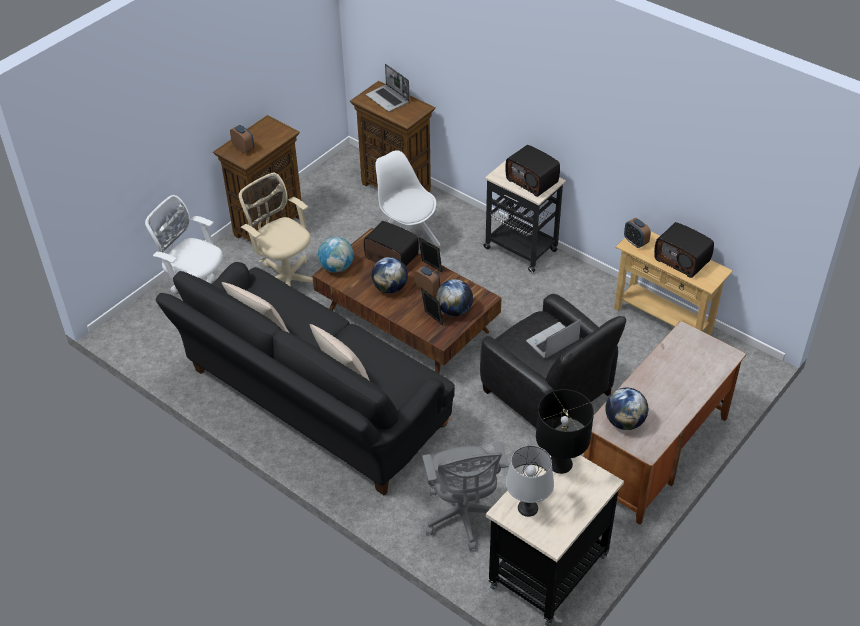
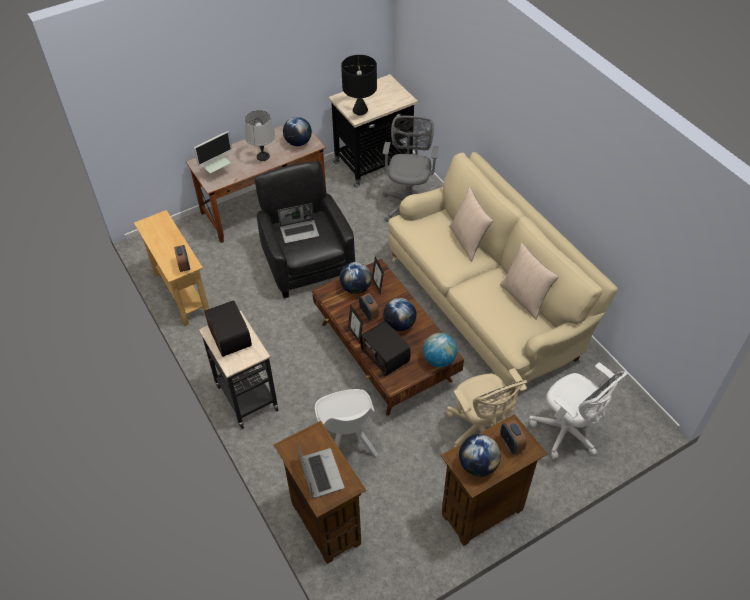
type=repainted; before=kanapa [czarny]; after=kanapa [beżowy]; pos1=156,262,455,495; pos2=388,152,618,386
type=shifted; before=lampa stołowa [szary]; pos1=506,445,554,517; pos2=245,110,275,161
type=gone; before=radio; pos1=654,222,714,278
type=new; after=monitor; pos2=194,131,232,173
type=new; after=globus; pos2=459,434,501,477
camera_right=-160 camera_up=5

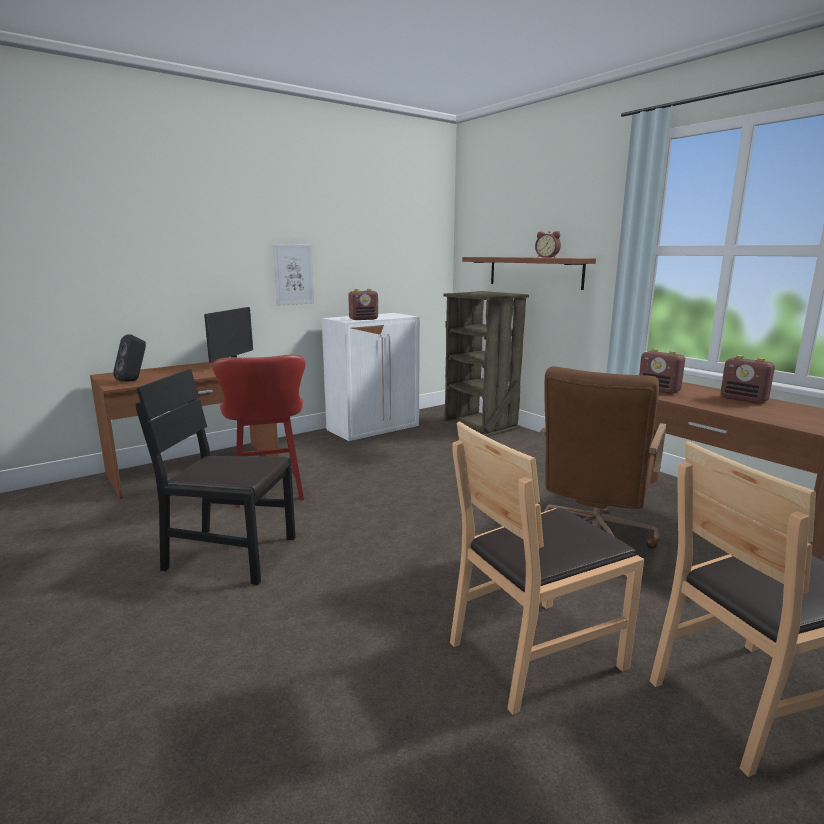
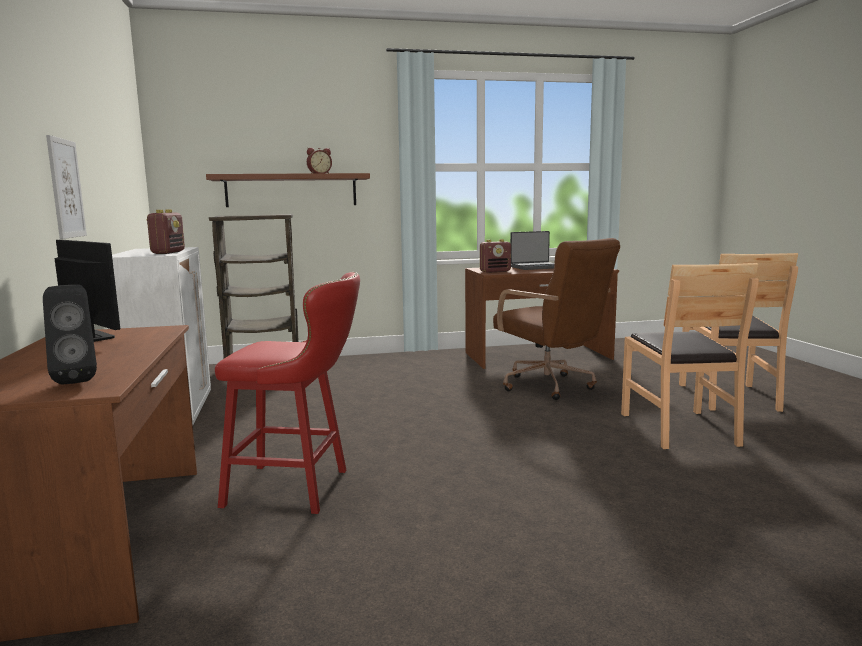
type=gone; before=krzesło [czarny]; pos1=136,369,296,585
type=swapped; before=radio; after=laptop; pos1=720,355,775,404; pos2=510,231,554,270
camera_right=-65 camera_up=-5

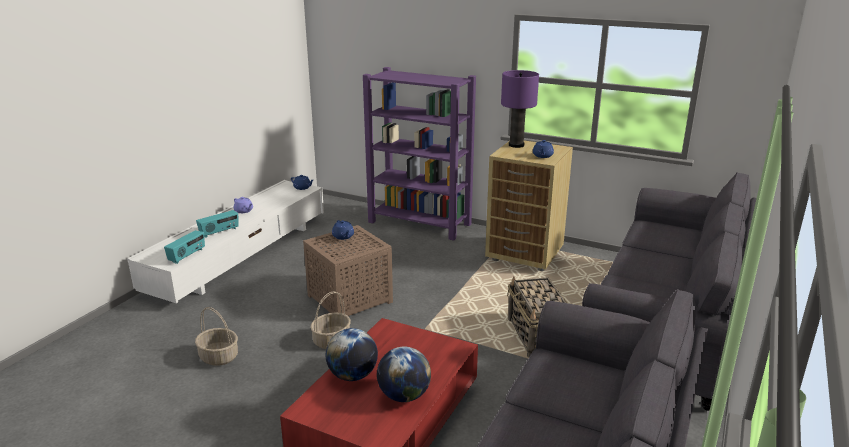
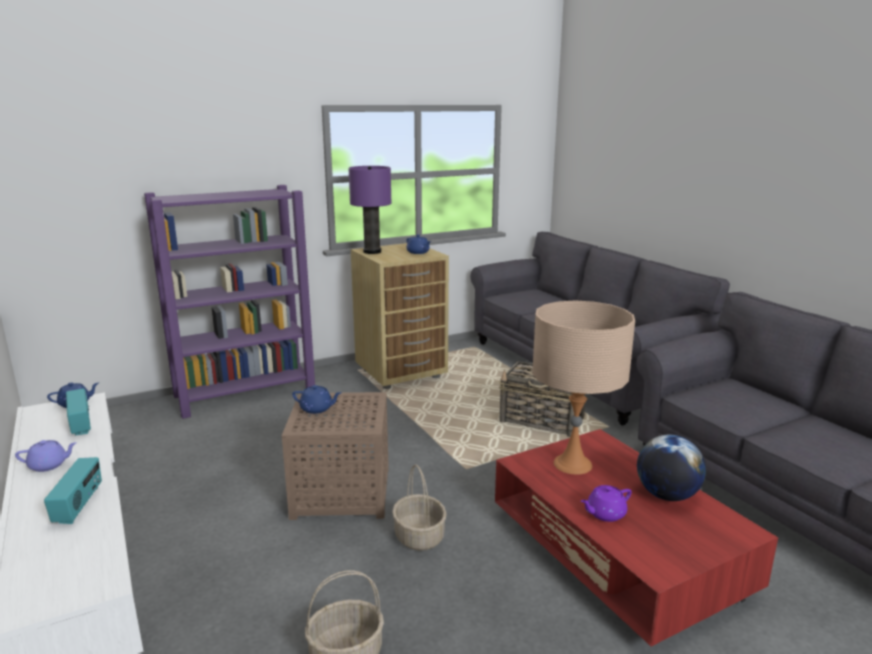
type=shifted; before=radio; pos1=164,230,205,264; pos2=66,388,91,435
type=swapped; before=globus; after=imbryk [fioletowy]; pos1=326,328,378,381; pos2=581,485,632,522
type=new; after=lampa stołowa [beżowy]; pos2=532,301,635,475
camera_right=-55 camera_up=-5

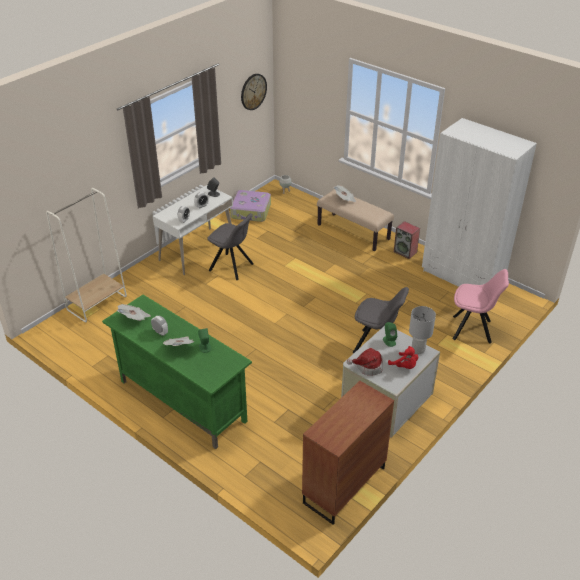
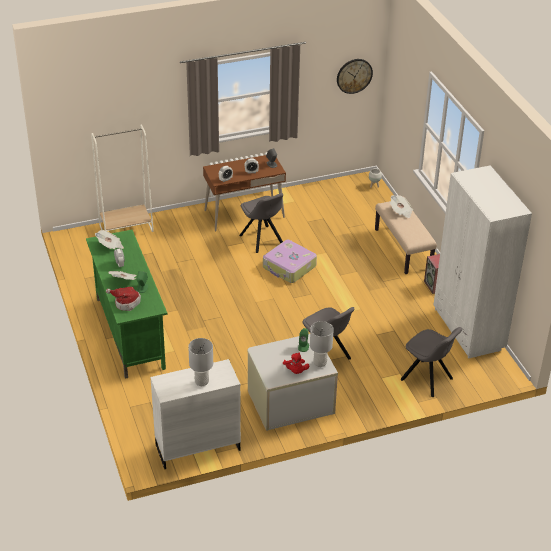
type=repainted; before=biurko [biały]; after=biurko [brązowy]; pos1=153,185,233,275; pos2=203,155,286,232
type=shifted; before=walizka; pos1=230,190,271,222; pos2=263,240,317,283
type=repainted; before=komoda [brązowy]; after=komoda [biały]; pos1=302,381,394,525; pos2=150,359,241,469
type=shifted; before=kapelusz; pos1=347,348,383,376; pos2=106,287,141,311
type=repainted; before=krzesło [różowy]; after=krzesło [szary]; pos1=453,269,509,343; pos2=401,327,462,397
type=new; after=lampa stołowa [szary]; pos2=188,338,213,386
camera_right=30 camera_up=0

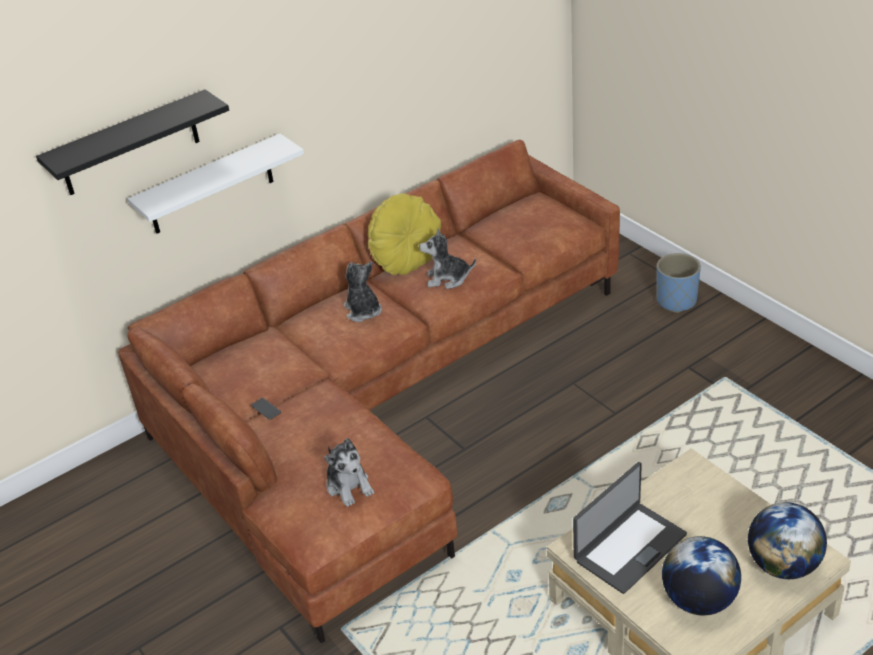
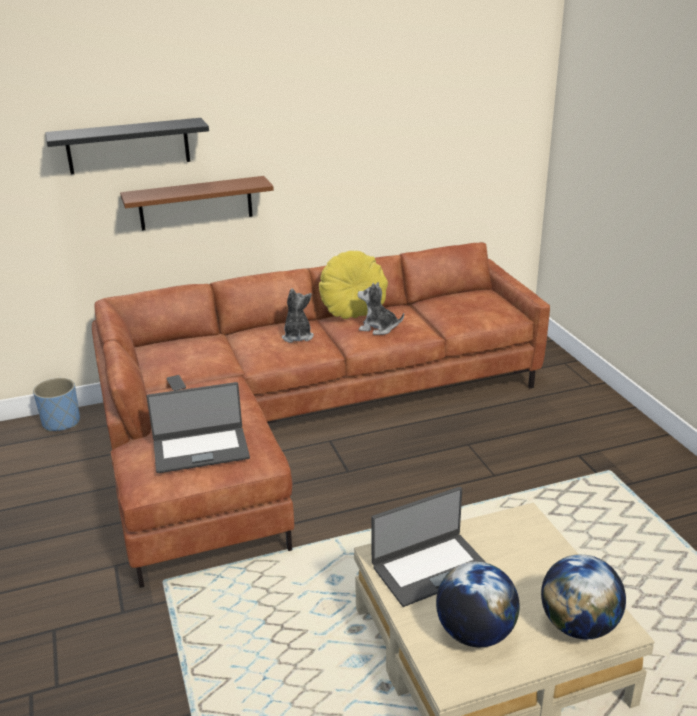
type=repainted; before=półka [biały]; after=półka [brązowy]; pos1=127,134,304,234; pos2=120,176,274,231
type=swapped; before=pluszak; after=laptop; pos1=324,438,374,507; pos2=147,382,250,473
type=shifted; before=donica [niebieski]; pos1=657,253,701,313; pos2=33,378,80,432
camera_right=15 camera_up=-10

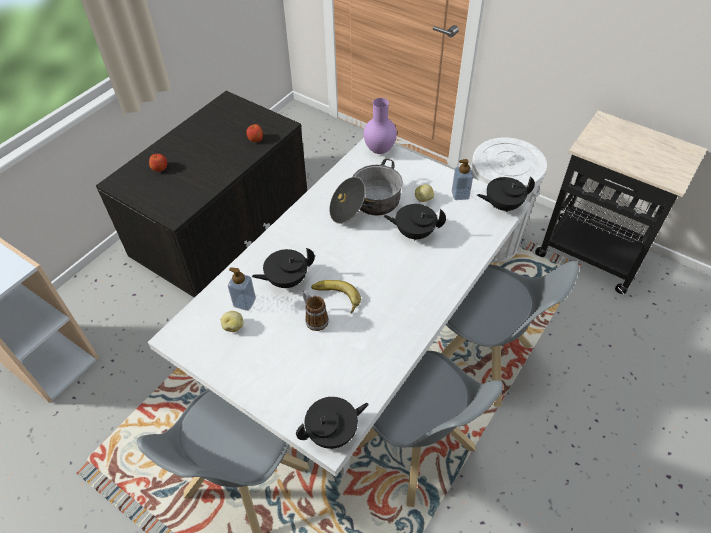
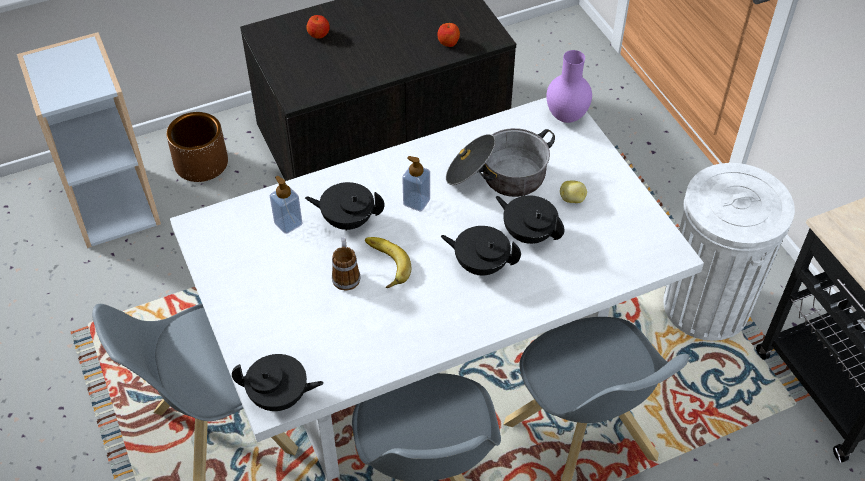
type=gone; before=ziemniak; pos1=221,311,243,332
type=shifted; before=dozownik mydła; pos1=452,159,473,200; pos2=402,156,430,211
type=shifted; before=imbryk [czarny]; pos1=477,177,535,212; pos2=441,226,521,276
type=new; after=donica [brązowy]; pos2=166,112,228,182
camera_right=30 camera_up=0

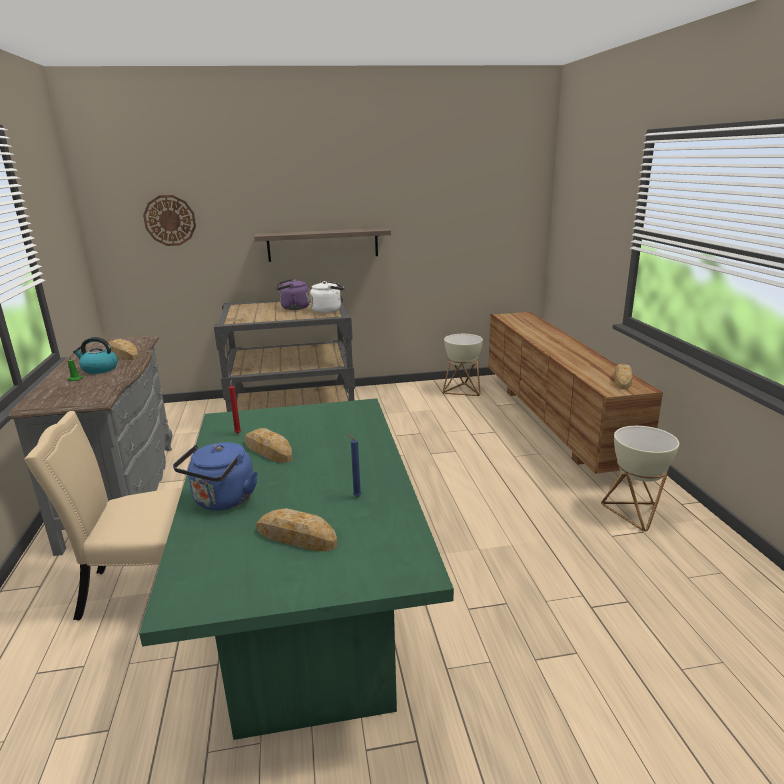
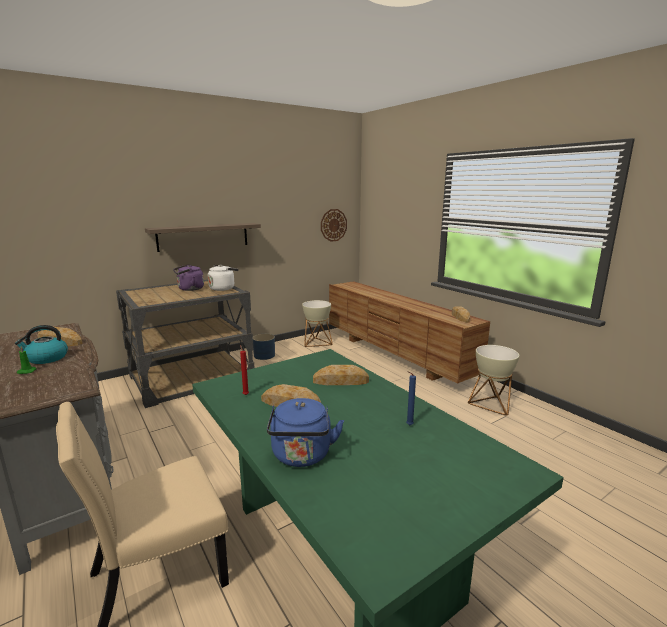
type=shifted; before=zegar ścienny; pos1=143,195,196,246; pos2=321,209,347,242
type=shifted; before=chleb; pos1=256,508,337,551; pos2=313,365,369,385
type=new; after=donica [niebieski]; pos2=253,334,275,360
camera_right=-25 camera_up=-5

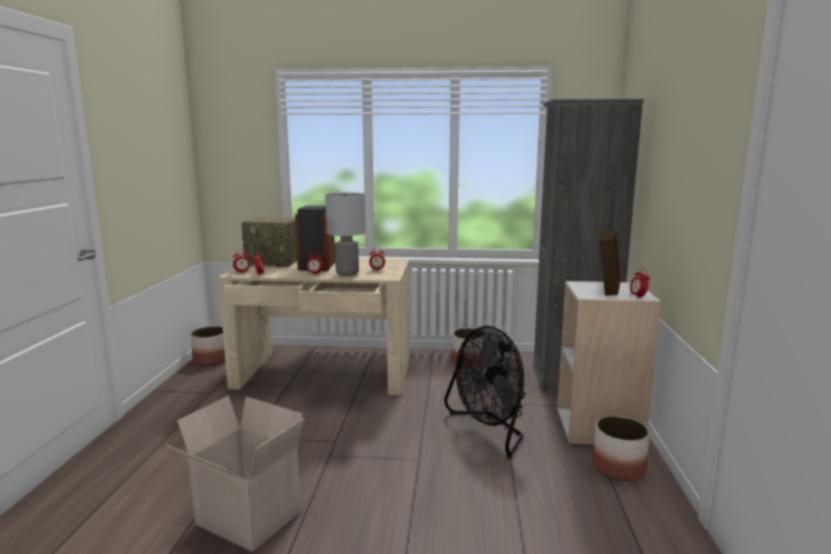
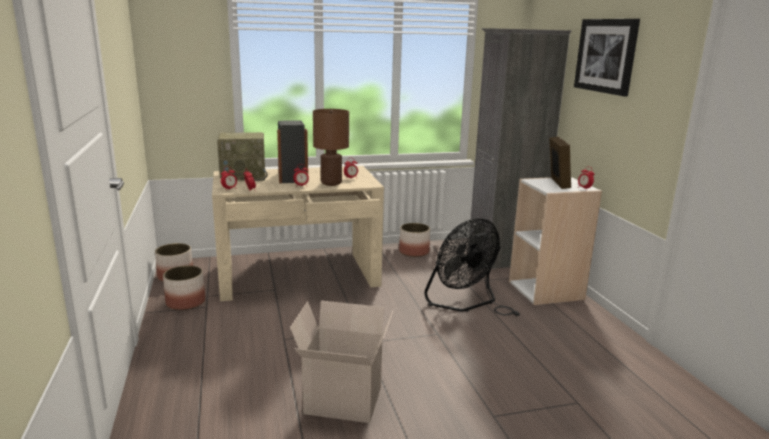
type=repainted; before=lampa stołowa [szary]; after=lampa stołowa [brązowy]; pos1=325,193,366,276; pos2=313,109,349,186
type=rotated; before=wentylator [czarny]; pos1=444,326,526,459; pos2=425,219,520,316; turn=105
type=shifted; before=donica; pos1=592,416,650,481; pos2=163,265,205,310
type=new; after=obraz; pos2=574,19,640,97
camera_right=-20 camera_up=5

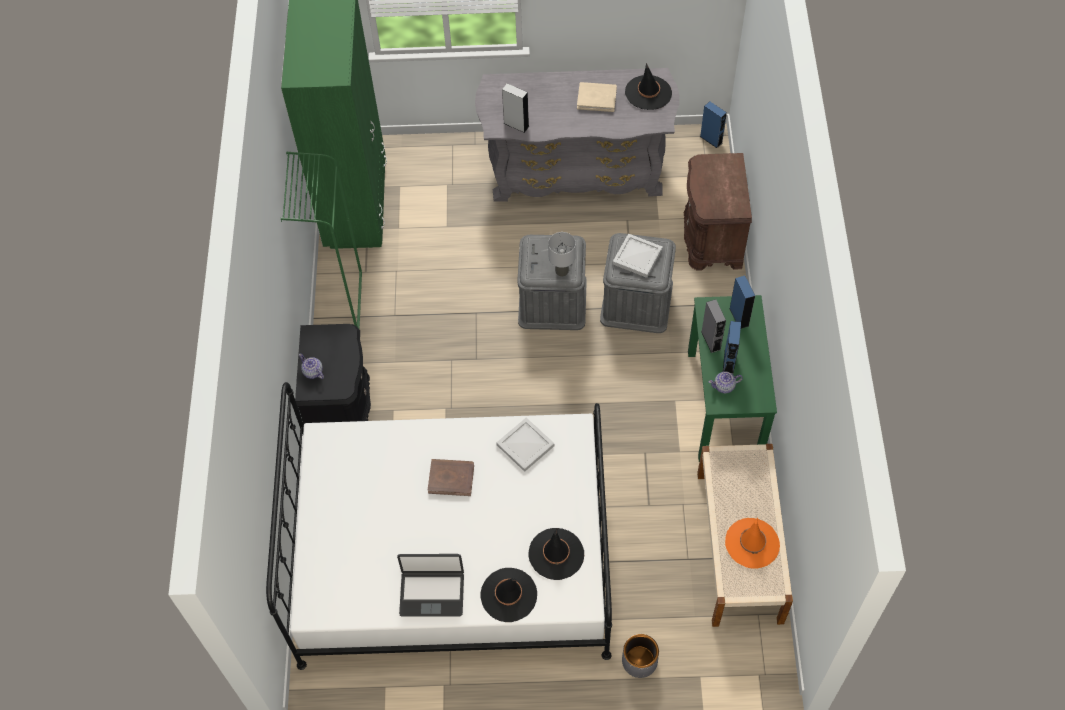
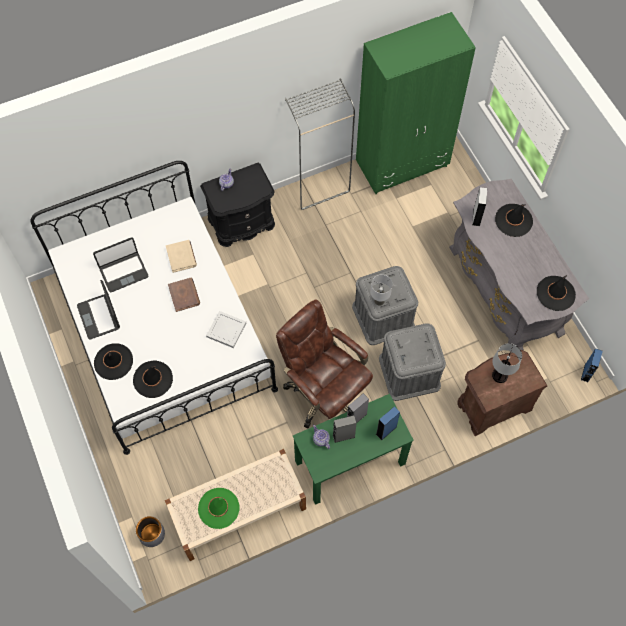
type=repainted; before=wieszak [zielony]; after=wieszak [szary]; pos1=281,151,362,329; pos2=285,78,355,210
type=shifted; before=książka [beżowy]; pos1=577,82,617,112; pos2=166,240,197,273
type=gone; before=taca [biały]; pos1=613,233,663,278
type=shifted; before=donica [szary]; pos1=622,634,659,678; pos2=135,516,165,547
type=repainted; before=głośnik [niebieski]; after=głośnik [szary]; pos1=723,321,741,374; pos2=333,415,357,443
type=repainted; before=kapelusz [pomarańczowy]; after=kapelusz [zielony]; pos1=725,518,780,569; pos2=198,488,239,529
type=new; after=laptop; pos2=93,237,148,292
type=new; after=krzesło biurowe [brązowy]; pos2=276,299,373,428
type=new; after=lampa stołowa; pos2=492,343,522,383
type=new; after=kapelusz [czarny]; pos2=495,204,533,237
camera_right=65 camera_up=5

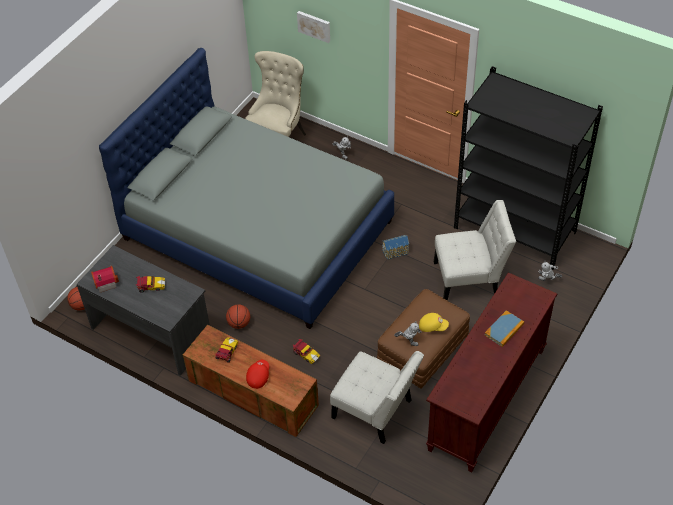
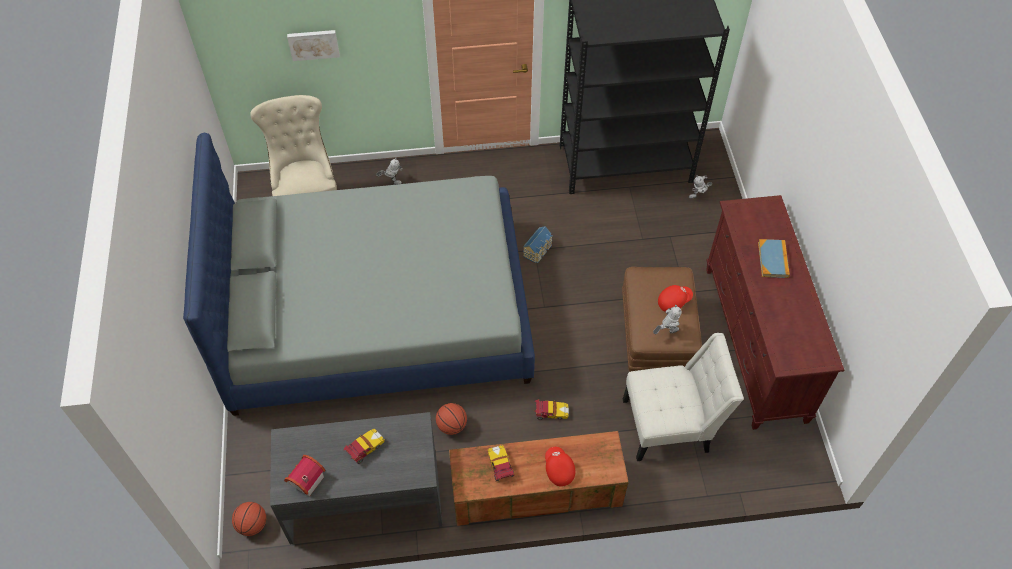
type=repainted; before=czapka z daszkiem [żółty]; after=czapka z daszkiem [czerwony]; pos1=419,313,449,332; pos2=658,285,693,312
type=gone; before=krzesło [biały]; pos1=434,200,516,300
camera_right=-40 camera_up=5

